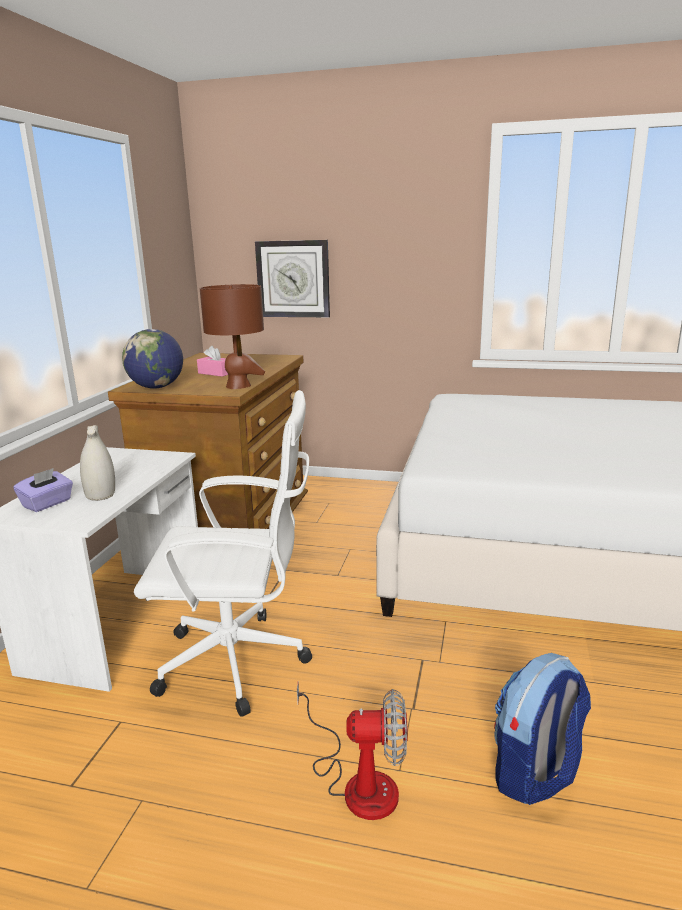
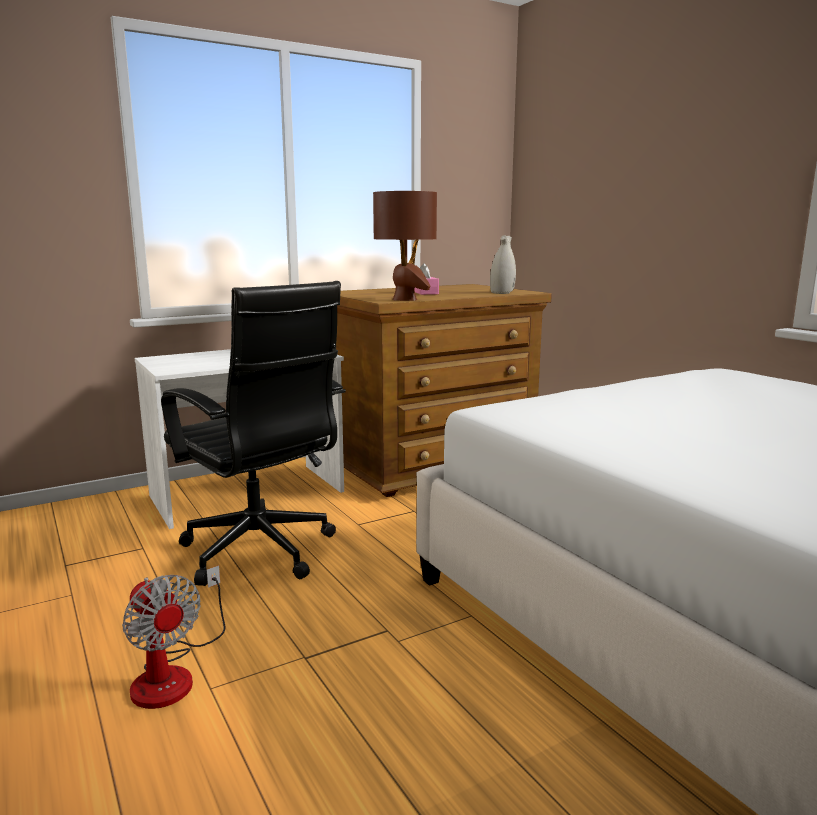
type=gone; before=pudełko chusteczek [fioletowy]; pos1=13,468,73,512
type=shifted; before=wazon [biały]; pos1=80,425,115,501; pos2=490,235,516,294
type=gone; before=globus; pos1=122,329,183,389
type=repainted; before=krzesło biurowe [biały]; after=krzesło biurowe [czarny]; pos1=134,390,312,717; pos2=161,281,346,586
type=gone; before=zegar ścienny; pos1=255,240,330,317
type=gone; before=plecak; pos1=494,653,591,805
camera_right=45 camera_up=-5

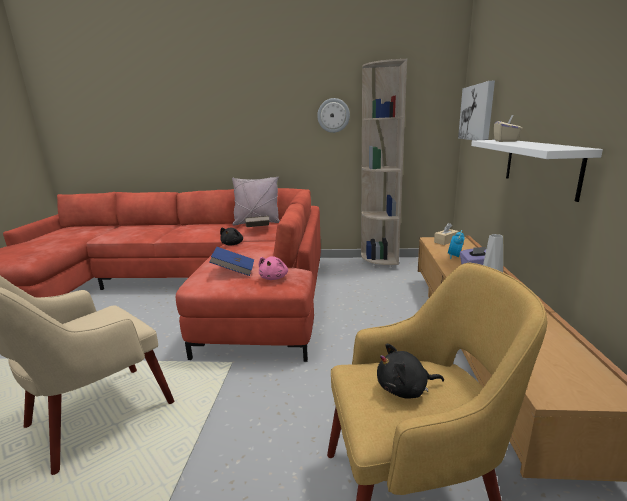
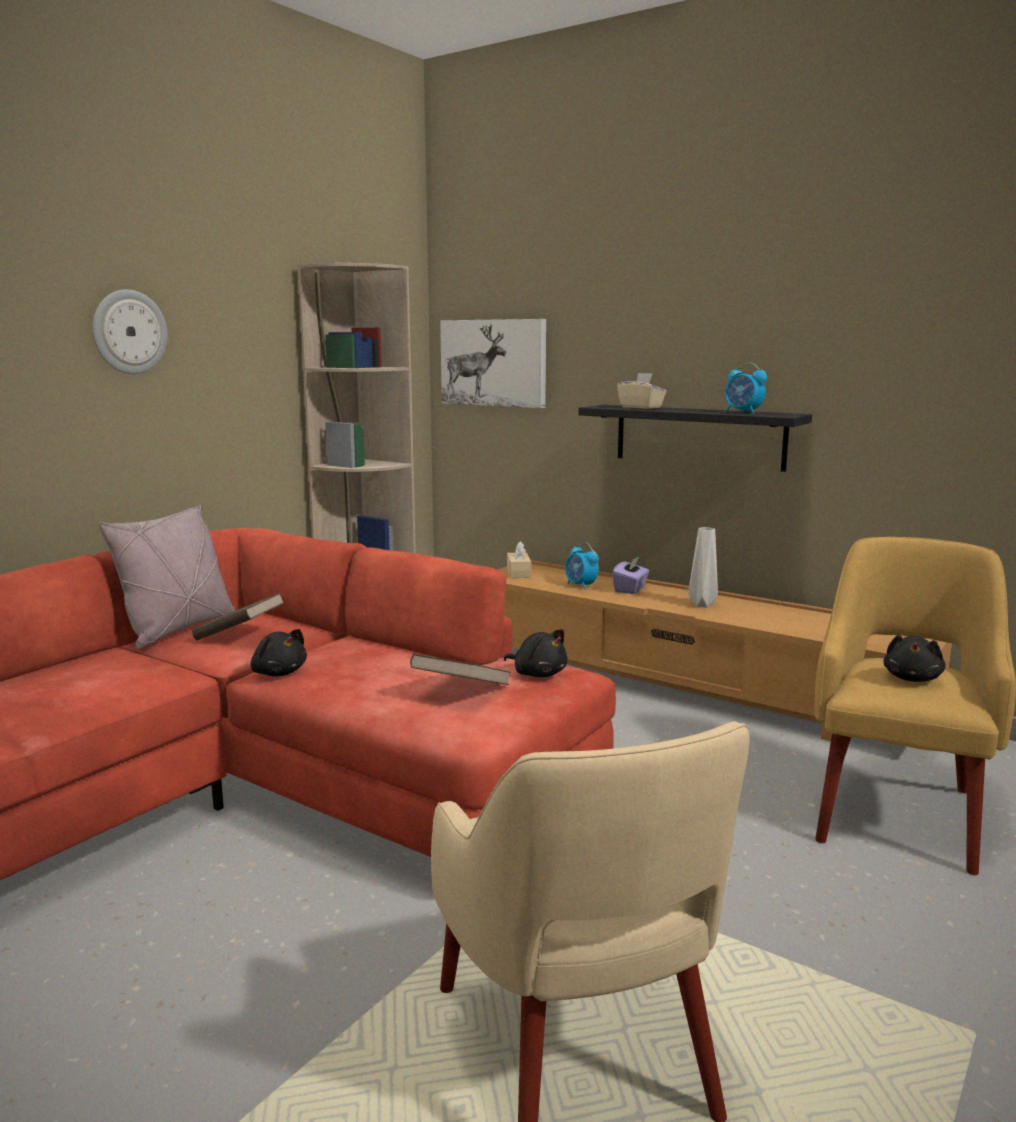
type=repainted; before=książka [niebieski]; after=książka [brązowy]; pos1=209,247,254,276; pos2=410,654,511,685
type=repainted; before=pluszak [różowy]; after=pluszak [czarny]; pos1=259,256,288,280; pos2=504,629,567,677
type=shifted; before=zegar ścienny; pos1=317,98,350,133; pos2=92,289,168,374
type=repainted; before=półka [biały]; after=półka [czarny]; pos1=471,140,603,202; pos2=579,405,812,472
type=new; after=budzik; pos2=725,362,767,414
camera_right=-60 camera_up=-5

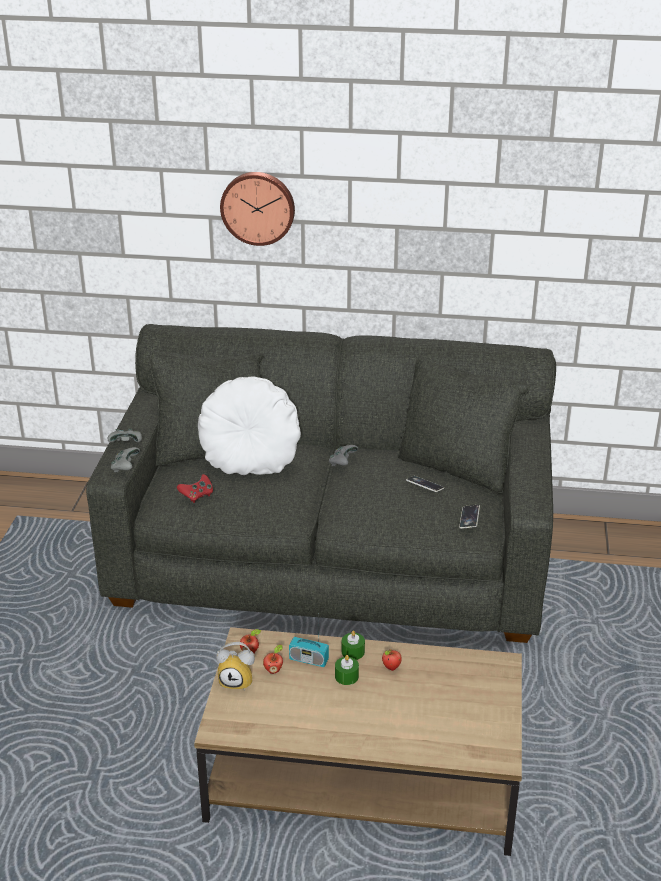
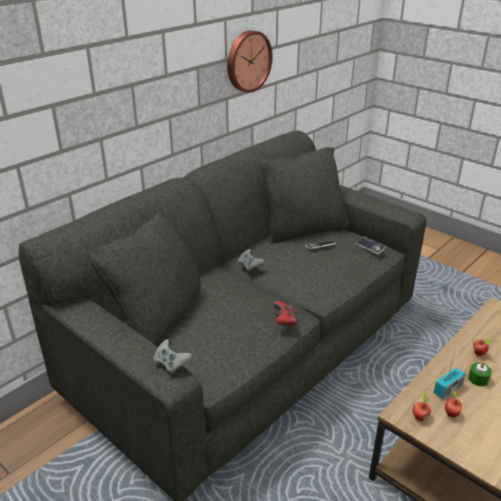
type=gone; before=pad do gier [szary]; pos1=108,429,142,442
type=shifted; before=pad do gier [czerwony]; pos1=177,474,213,503; pos2=273,301,297,326
type=gone; before=poduszka [biały]; pos1=198,377,301,475
type=gone; before=budzik; pos1=216,642,255,691
type=shifted; before=zegar ścienny; pos1=220,172,295,246; pos2=227,30,273,93
type=gone; before=świeca [zielony]; pos1=342,631,365,660
camera_right=-55 camera_up=0

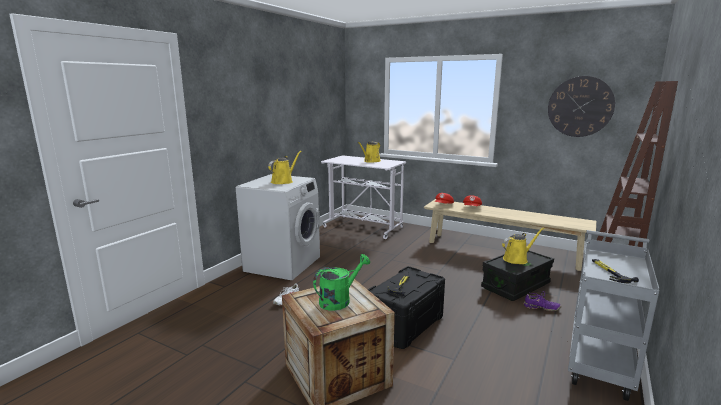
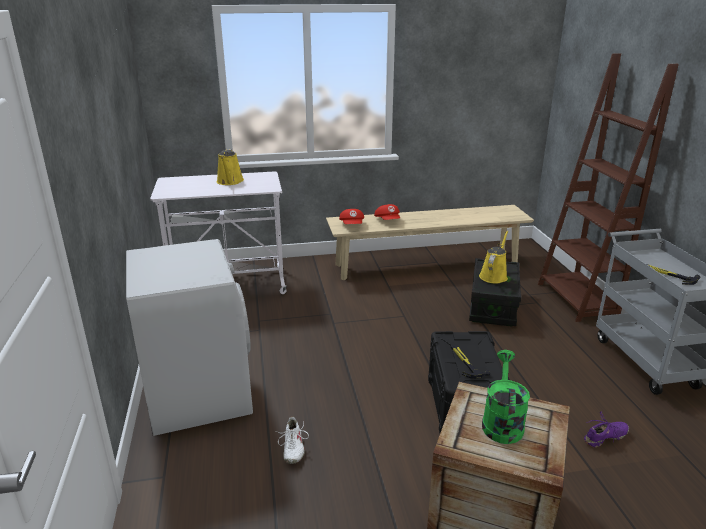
type=gone; before=konewka [żółty]; pos1=268,151,301,184
type=shifted; before=but [fioletowy]; pos1=524,291,561,311; pos2=584,411,629,447
type=gone; before=zegar ścienny; pos1=548,76,615,137
camera_right=-40 camera_up=10

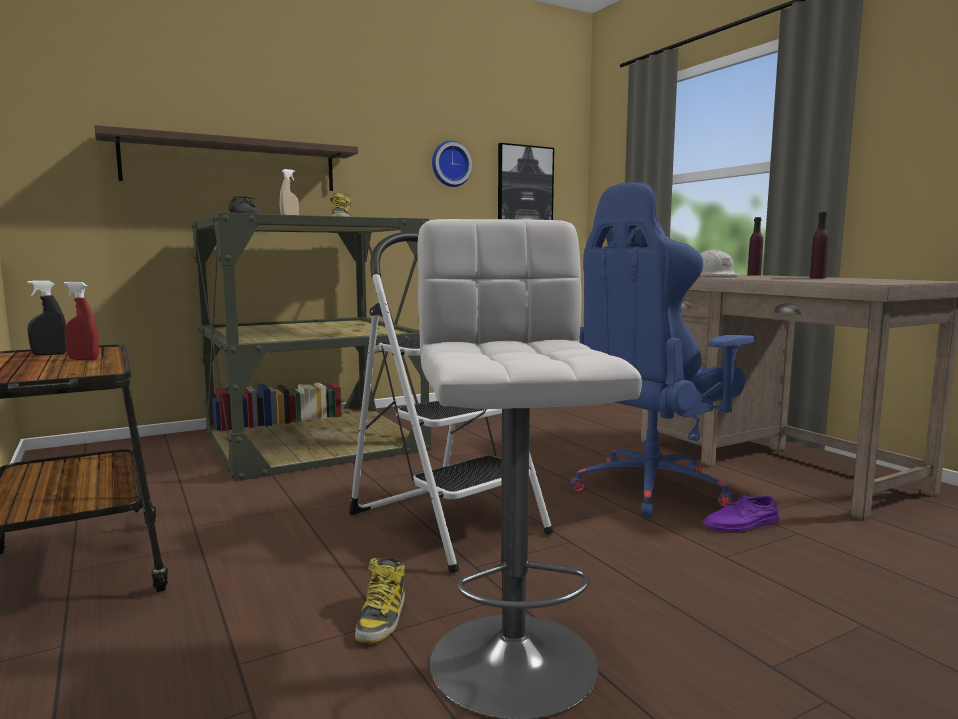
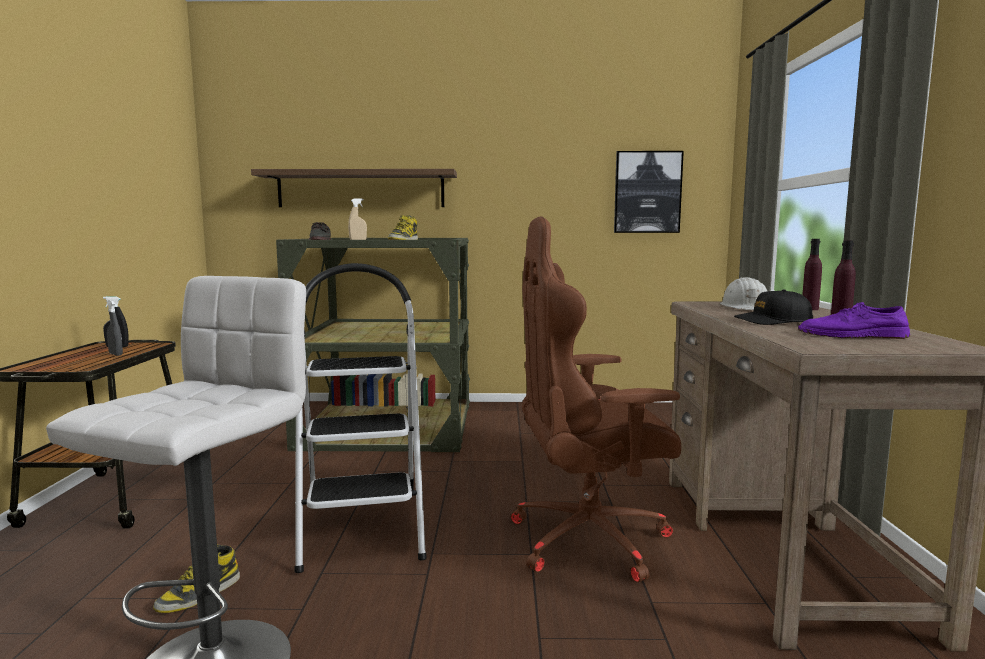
type=repainted; before=spryskiwacz [czerwony]; after=spryskiwacz [szary]; pos1=64,281,99,360; pos2=106,300,123,356
type=gone; before=zegar ścienny; pos1=432,141,472,187
type=repainted; before=krzesło biurowe [niebieski]; after=krzesło biurowe [brązowy]; pos1=571,182,755,518; pos2=511,216,681,582
type=shifted; before=but [fioletowy]; pos1=703,494,779,532; pos2=798,302,910,339
type=new; after=czapka z daszkiem [czarny]; pos2=734,289,813,325
camera_right=30 camera_up=0

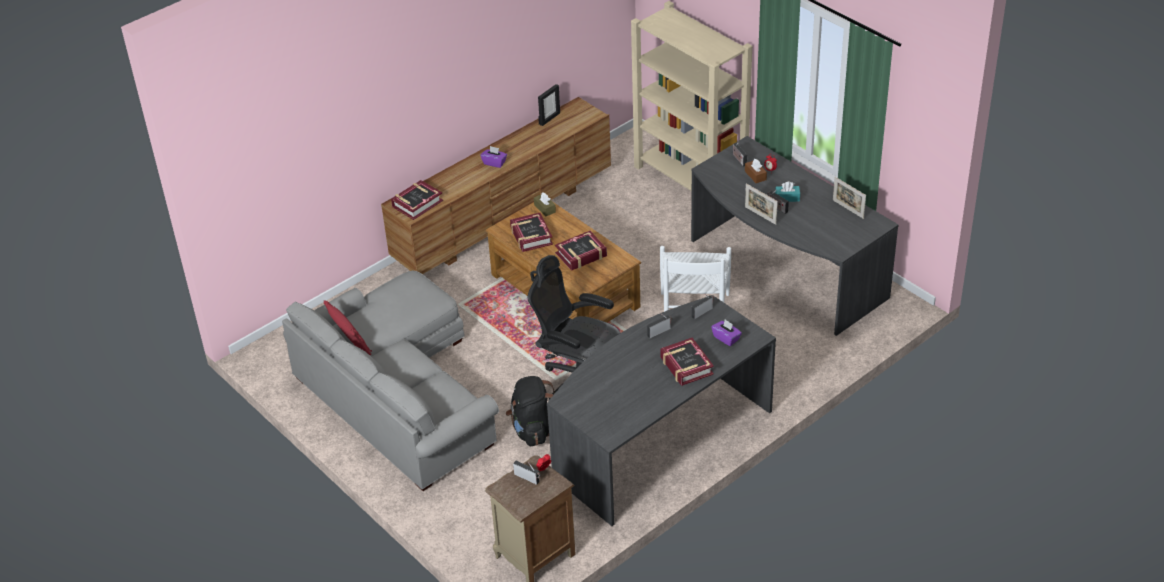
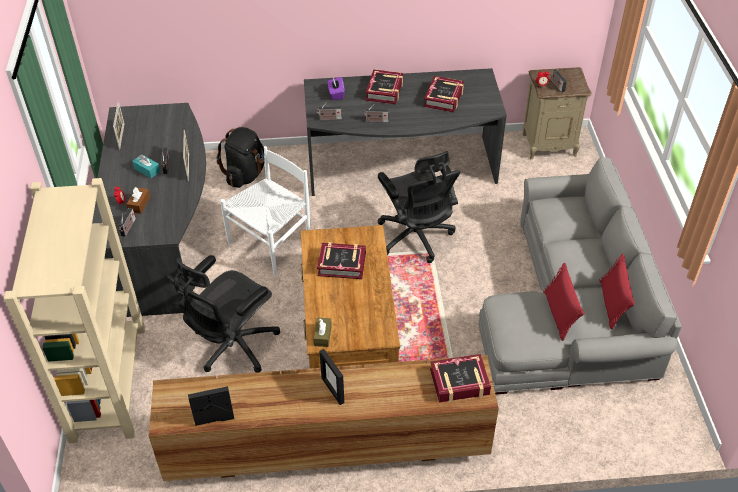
type=swapped; before=pudełko chusteczek [fioletowy]; after=ramka na zdjęcie; pos1=480,146,507,168; pos2=319,349,344,405
type=shifted; before=plecak [czarny]; pos1=506,376,555,446; pos2=216,127,265,188
type=shifted; before=książka; pos1=510,213,553,252; pos2=424,76,464,113
type=new; after=krzesło biurowe; pos2=167,255,280,373
type=new; after=poduszka [czerwony]; pos2=543,263,584,341
camera_right=-145 camera_up=5

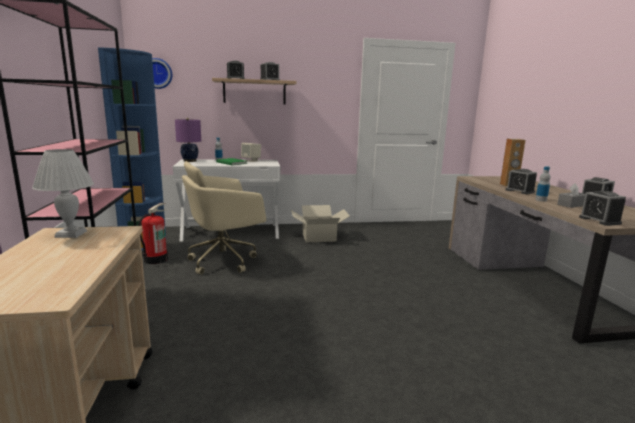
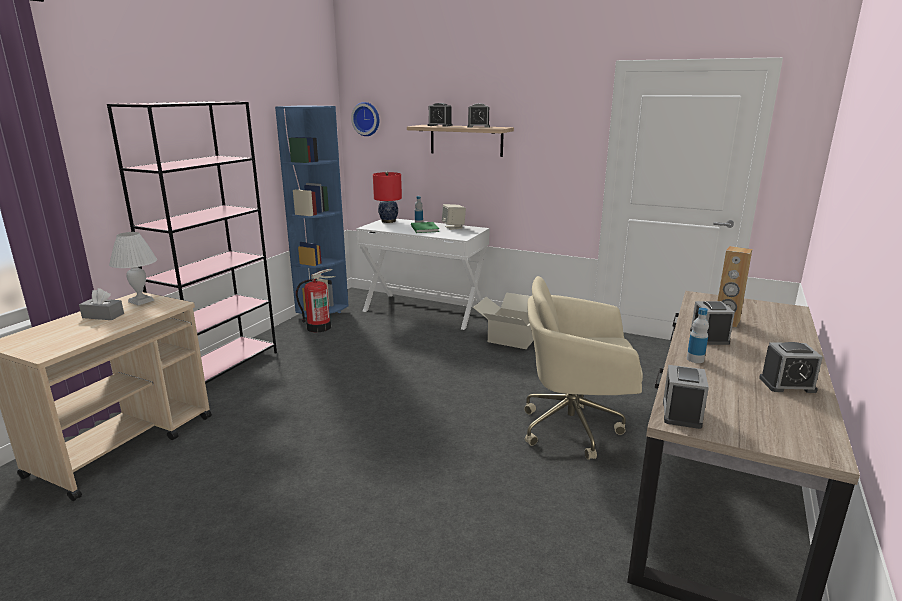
type=repainted; before=lampa stołowa [fioletowy]; after=lampa stołowa [czerwony]; pos1=175,118,201,162; pos2=373,172,402,223
type=shifted; before=krzesło biurowe [beżowy]; pos1=182,161,266,275; pos2=524,276,643,460
type=shifted; before=pudełko chusteczek [szary]; pos1=557,183,585,208; pos2=79,288,124,320
camera_right=35 camera_up=5

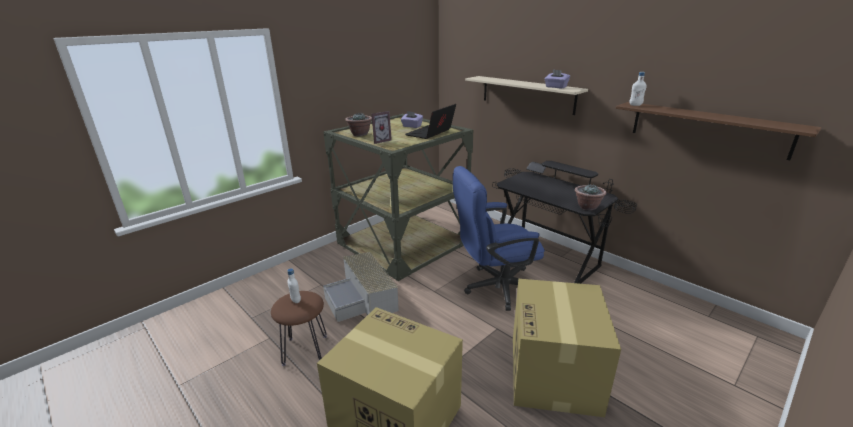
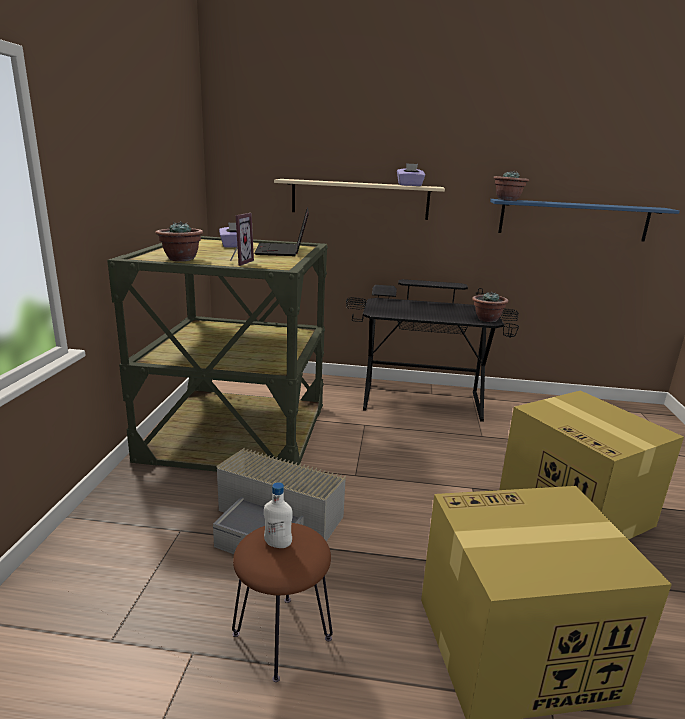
type=gone; before=krzesło biurowe [niebieski]; pos1=453,166,545,311
type=repainted; before=półka [brązowy]; after=półka [niebieski]; pos1=616,102,822,160; pos2=490,199,680,241
type=swapped; before=butelka [biały]; after=roślina doniczkowa; pos1=629,72,647,106; pos2=493,171,529,201
camera_right=-40 camera_up=-5

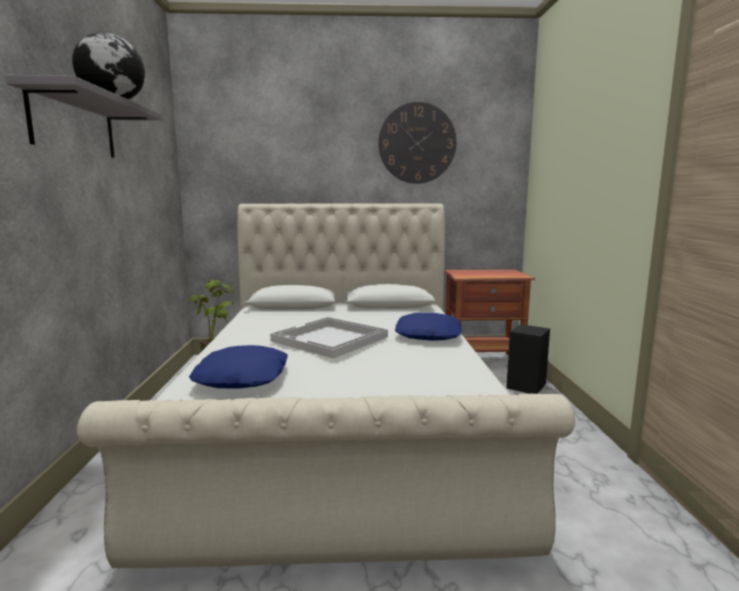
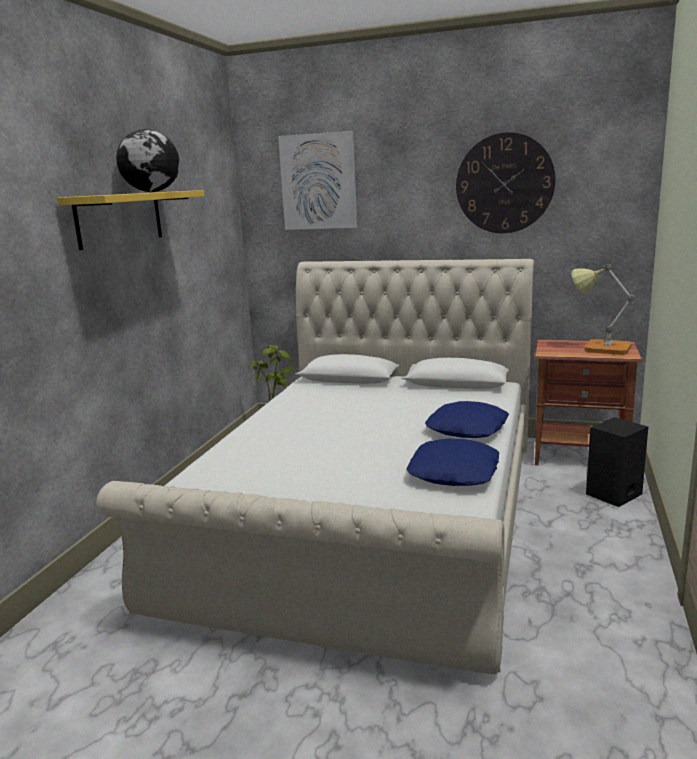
type=repainted; before=półka [szary]; after=półka [żółty]; pos1=5,75,163,158; pos2=57,190,204,250
type=shifted; before=poduszka [niebieski]; pos1=189,345,288,389; pos2=406,438,499,486
type=gone; before=taca [biały]; pos1=270,317,388,359
type=new; after=obraz; pos2=278,131,357,230
type=new; after=lampa stołowa; pos2=571,264,635,355
camera_right=20 camera_up=5

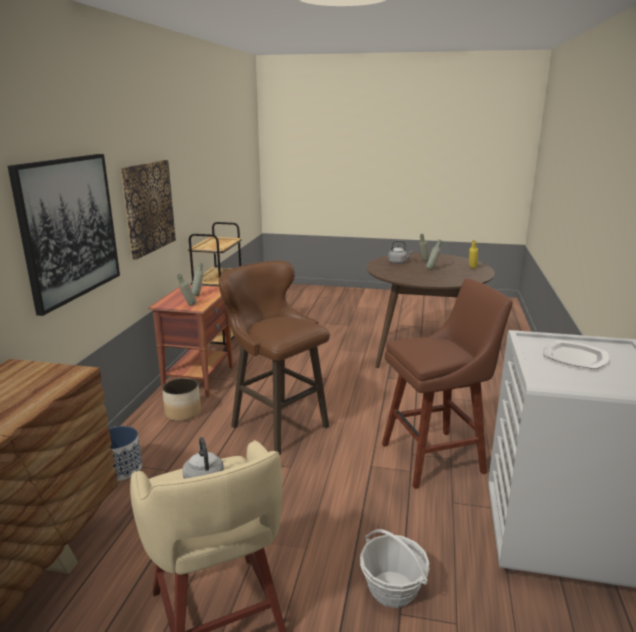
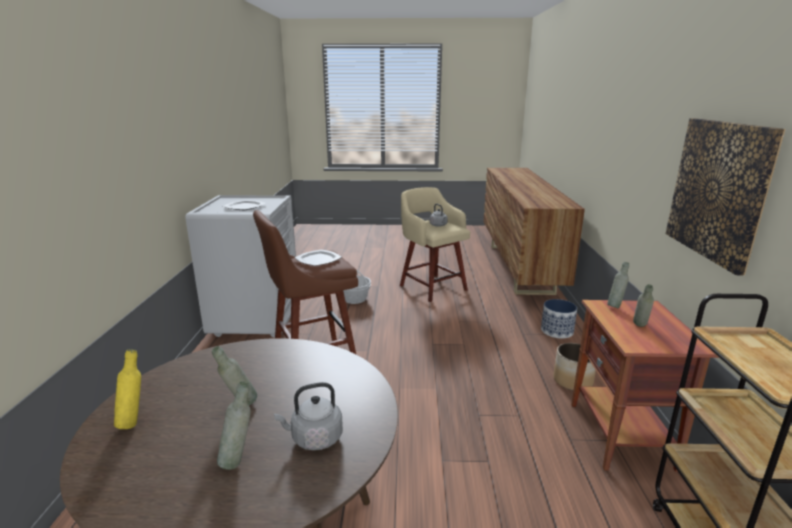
type=gone; before=obraz; pos1=8,154,120,316
type=gone; before=stołek [brązowy]; pos1=219,261,330,455
type=new; after=talerz; pos2=295,250,342,266
camera_right=170 camera_up=0

